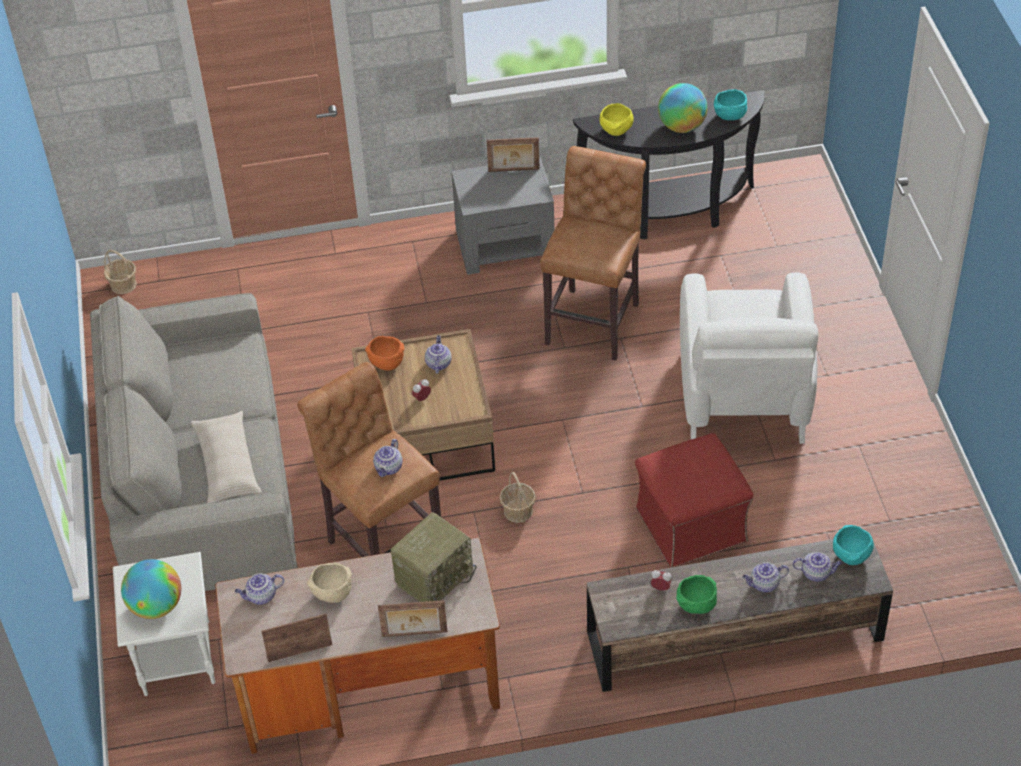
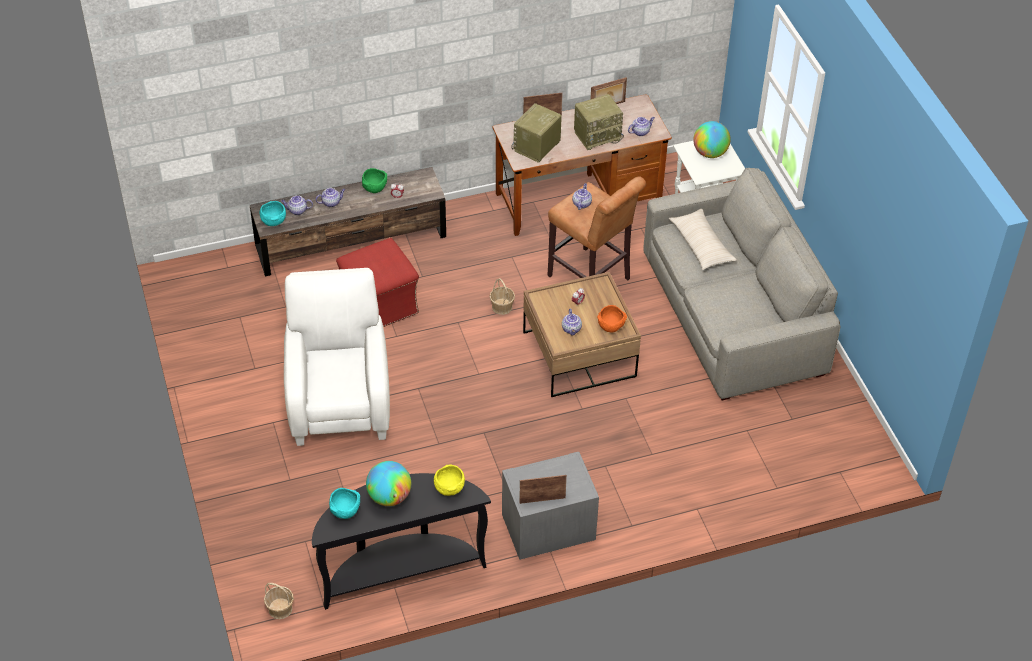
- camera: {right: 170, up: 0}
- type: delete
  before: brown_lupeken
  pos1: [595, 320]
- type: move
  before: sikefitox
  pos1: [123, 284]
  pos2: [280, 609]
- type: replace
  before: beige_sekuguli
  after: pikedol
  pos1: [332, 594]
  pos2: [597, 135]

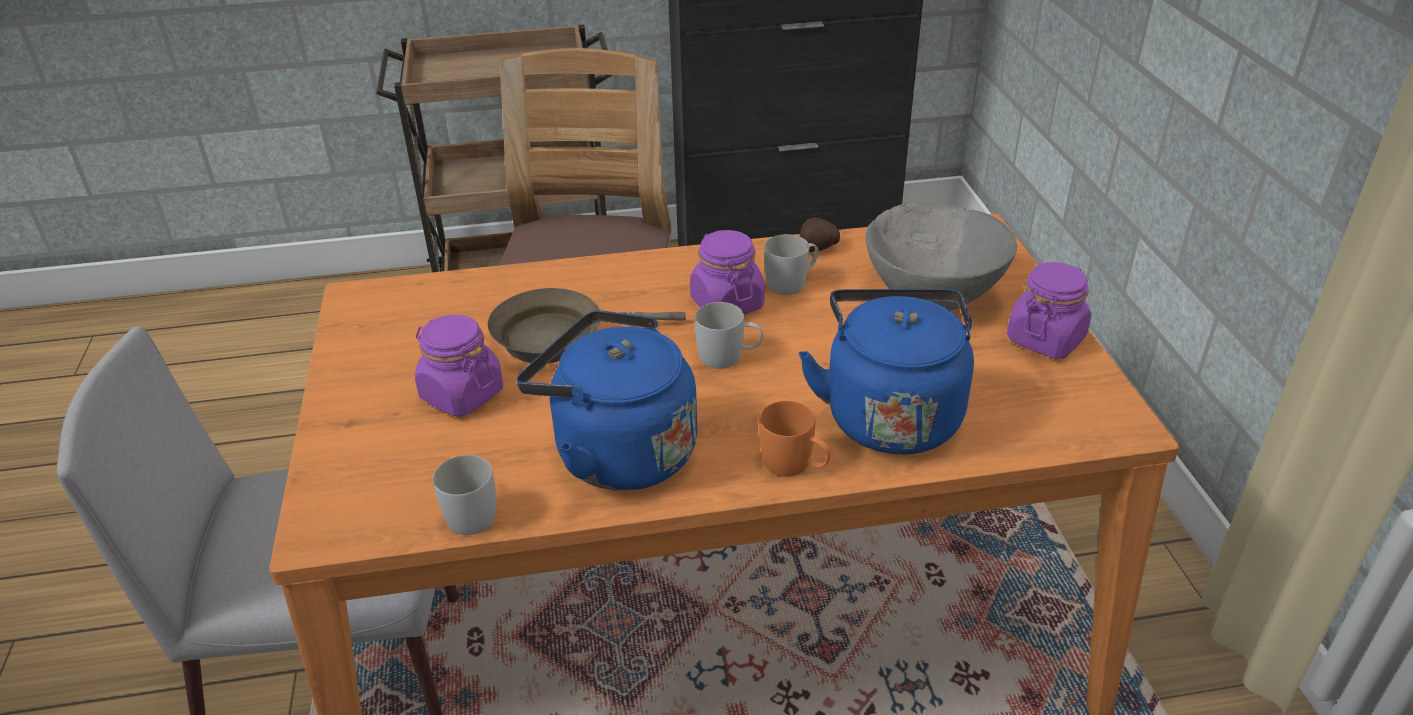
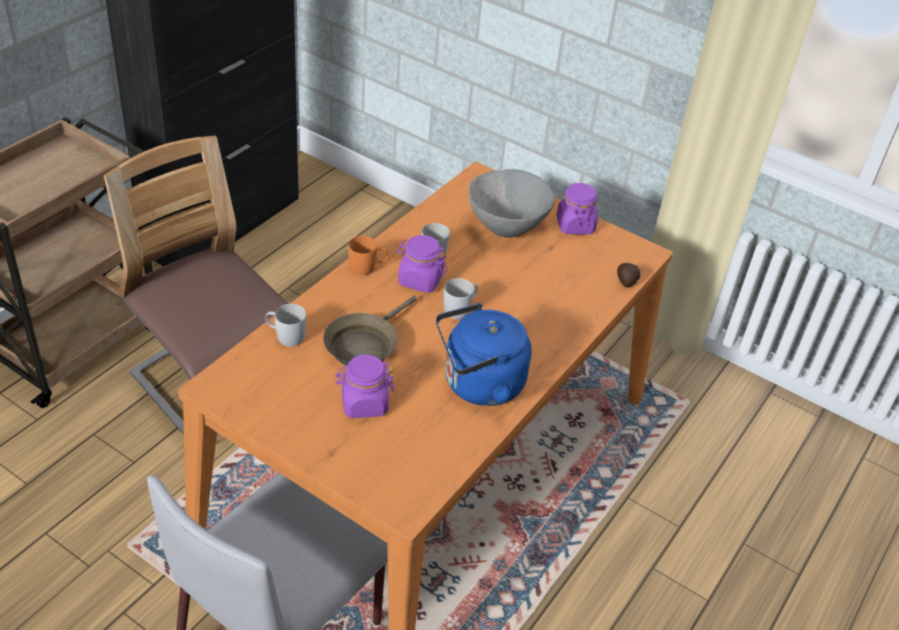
- camera: {right: -50, up: 5}
- type: move
  before: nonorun
  pos1: [817, 248]
  pos2: [626, 282]
- type: delete
  before: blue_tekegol
  pos1: [890, 414]
- type: move
  before: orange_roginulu
  pos1: [795, 466]
  pos2: [367, 268]
- type: move
  before: white_roginulu
  pos1: [469, 511]
  pos2: [285, 336]

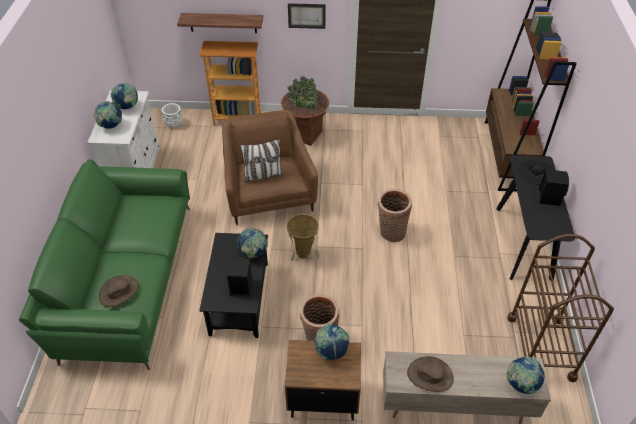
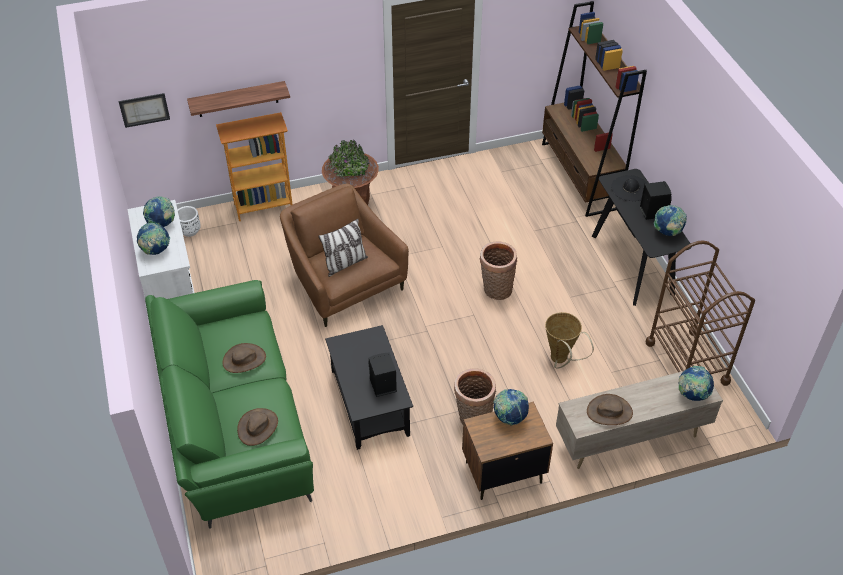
- camera: {right: -20, up: 0}
- type: move
  before: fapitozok
  pos1: [306, 15]
  pos2: [144, 110]
- type: move
  before: sikefitox
  pos1: [303, 256]
  pos2: [560, 360]
- type: move
  before: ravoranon
  pos1: [253, 253]
  pos2: [667, 232]
- type: insert
  after: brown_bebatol
  pos2: [244, 360]

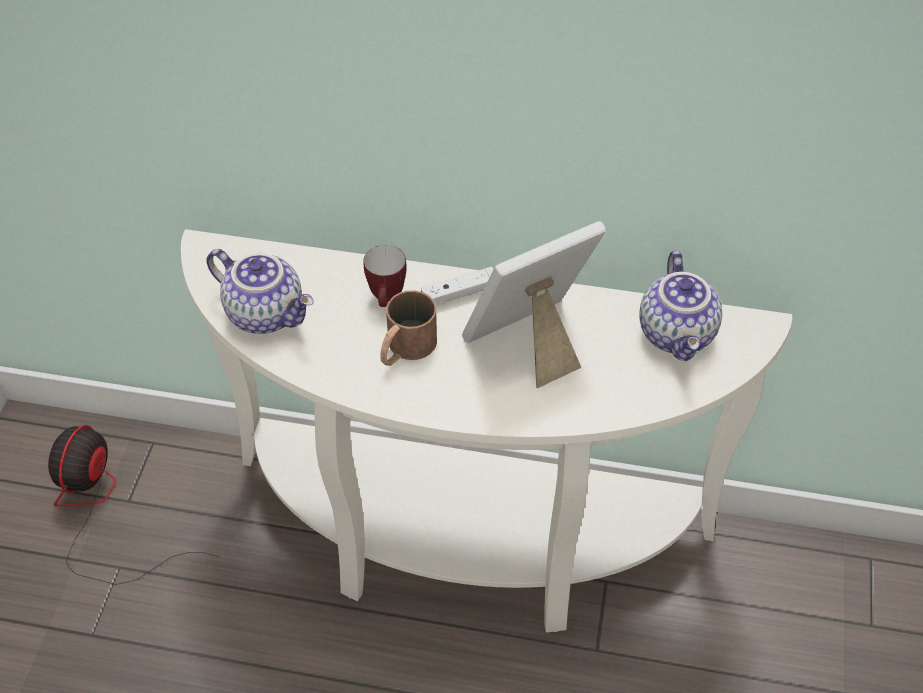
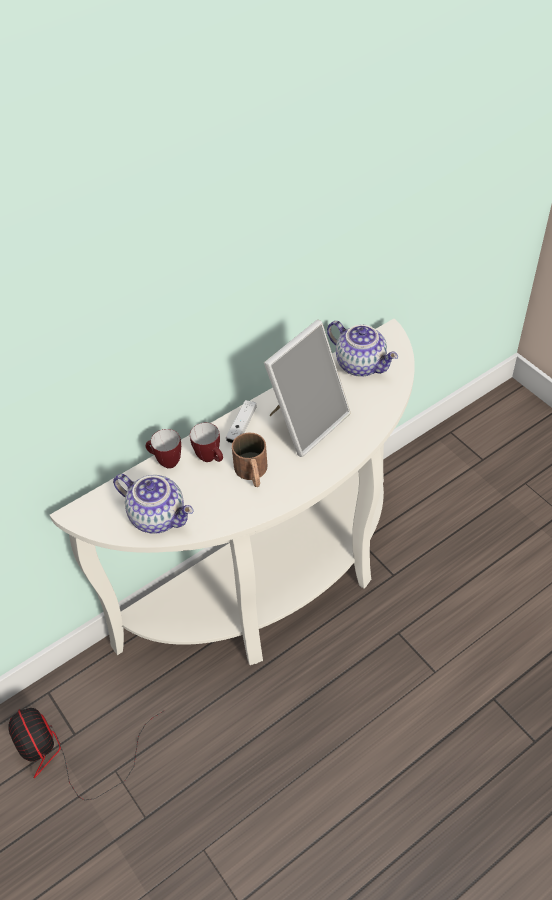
- camera: {right: -45, up: 0}
- type: rotate
  before: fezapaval
  pos1: [530, 344]
  pos2: [306, 422]
  turn: -150
- type: rotate
  before: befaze
  pos1: [267, 313]
  pos2: [159, 516]
  turn: 45
- type: insert
  after: roginulu
  pos2: [165, 462]

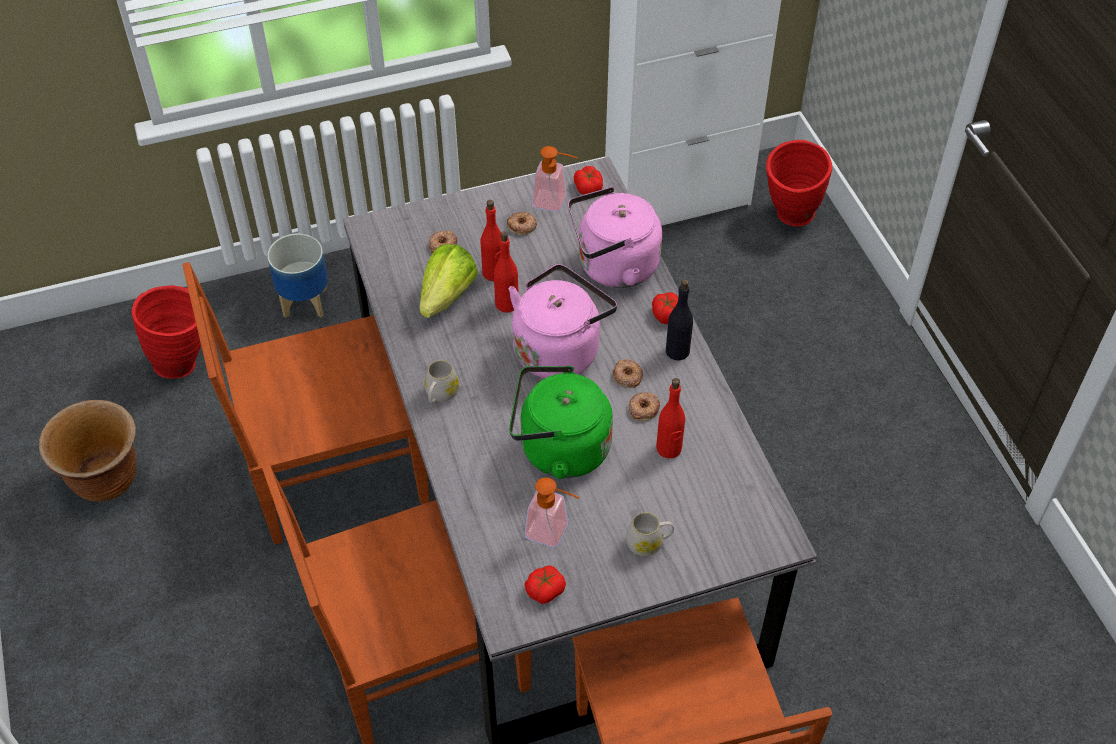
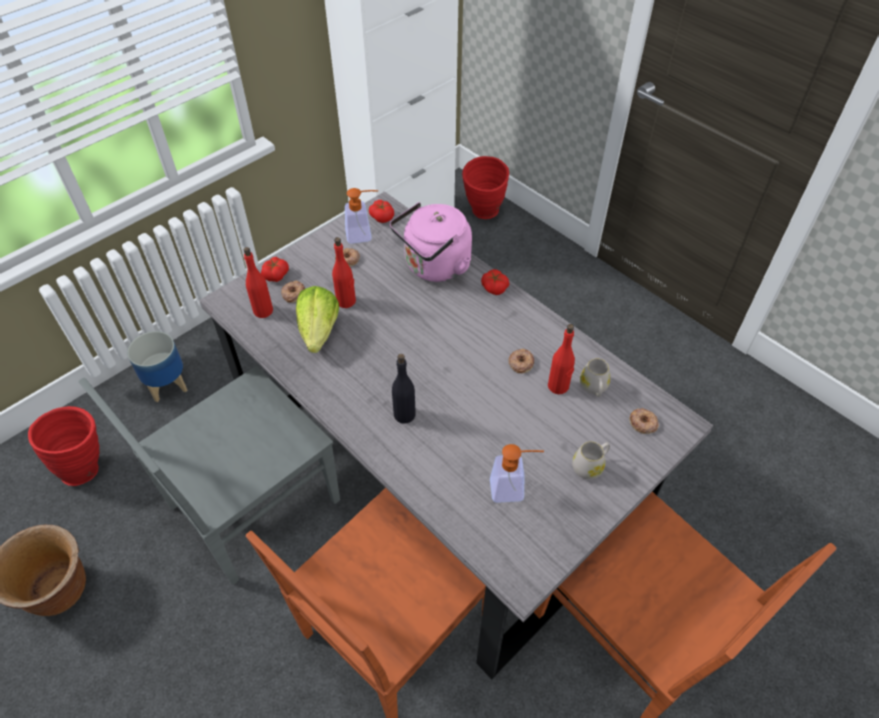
- camera: {right: -25, up: 0}
- type: move
  before: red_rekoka
  pos1: [506, 303]
  pos2: [263, 310]
- type: recolor
  before: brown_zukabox
  after: grey_zukabox
  pos1: [331, 470]
  pos2: [250, 506]
- type: delete
  before: pink_tekegol
  pos1: [559, 349]
- type: move
  before: black_rekoka
  pos1: [677, 351]
  pos2: [404, 414]
- type: move
  before: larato
  pos1: [627, 376]
  pos2: [643, 423]
- type: move
  before: white_roginulu
  pos1: [440, 395]
  pos2: [594, 388]
- type: delete
  before: green_tekegol
  pos1: [559, 449]
- type: move
  before: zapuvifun
  pos1: [545, 590]
  pos2: [276, 275]

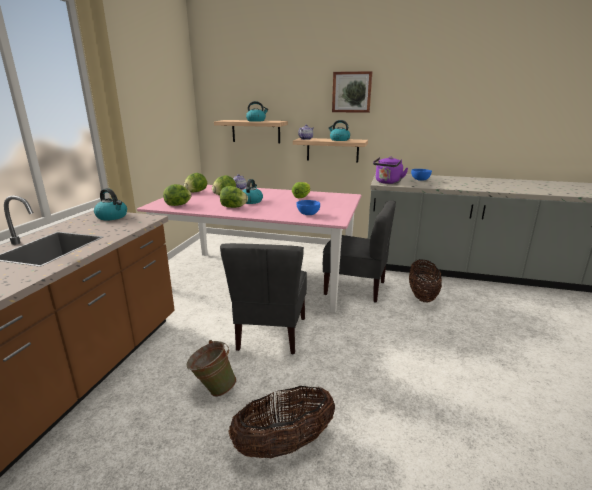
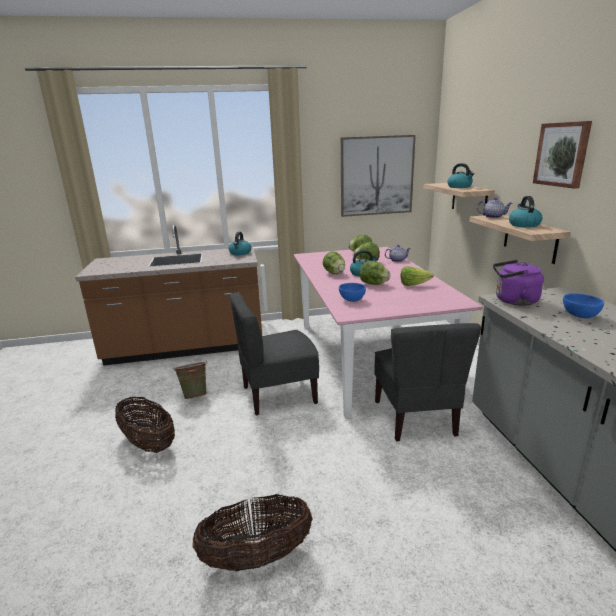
- camera: {right: 65, up: 0}
- type: move
  before: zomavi
  pos1: [178, 205]
  pos2: [374, 284]
- type: move
  before: sikefitox
  pos1: [422, 296]
  pos2: [256, 557]
- type: insert
  after: fapitozok
  pos2: [376, 176]

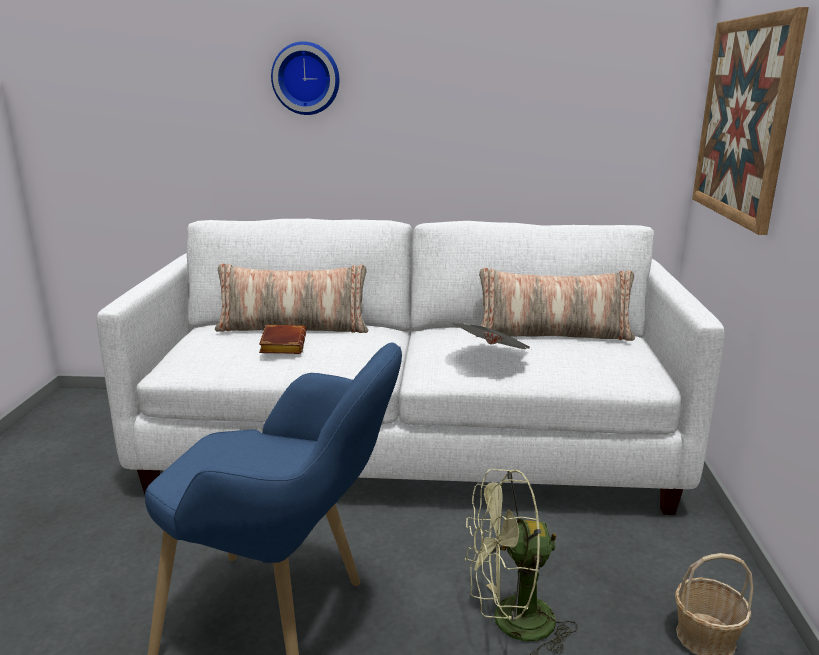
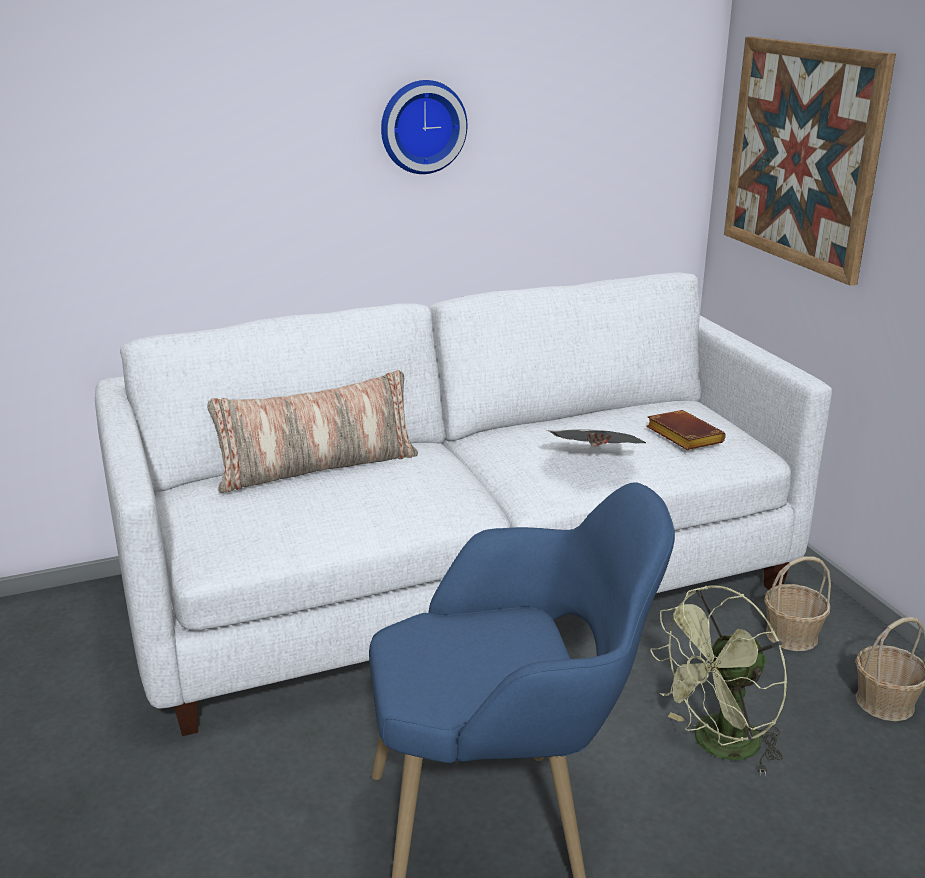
- camera: {right: -25, up: 5}
- type: move
  before: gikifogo
  pos1: [306, 78]
  pos2: [421, 126]
- type: delete
  before: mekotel
  pos1: [553, 334]
- type: move
  before: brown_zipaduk
  pos1: [281, 344]
  pos2: [681, 436]
- type: insert
  after: sikefitox
  pos2: [791, 635]

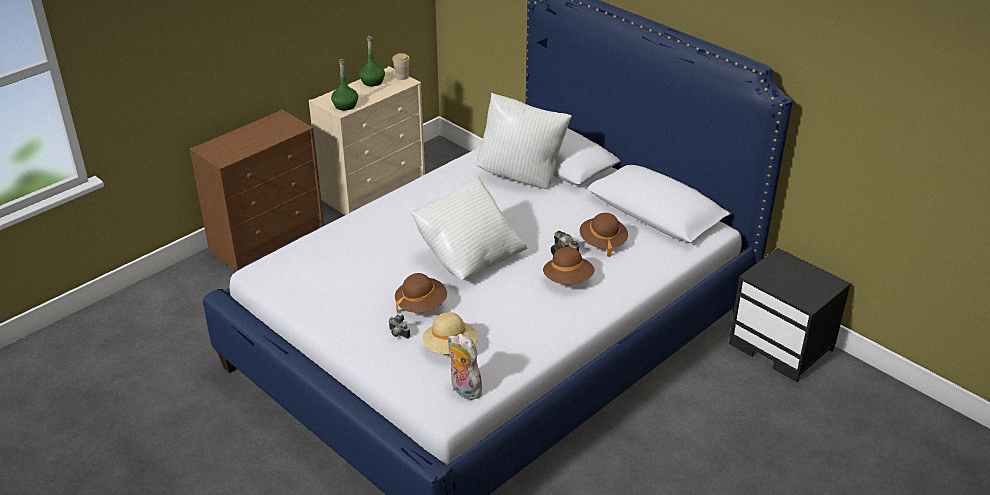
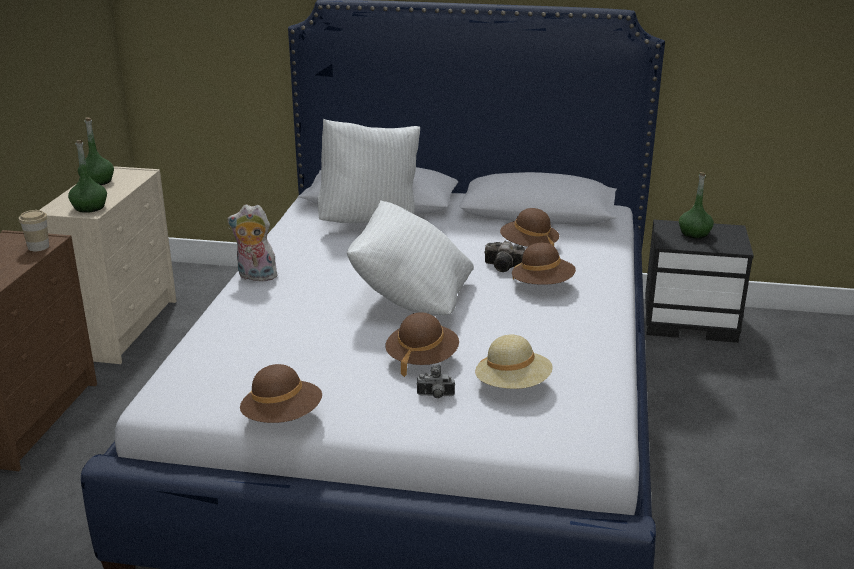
- camera: {right: -35, up: -10}
- type: move
  before: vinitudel
  pos1: [401, 77]
  pos2: [38, 247]
- type: move
  before: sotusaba
  pos1: [463, 389]
  pos2: [255, 277]
- type: insert
  after: green_rekoka
  pos2: [694, 233]
- type: insert
  after: brown_bebatol
  pos2: [282, 418]

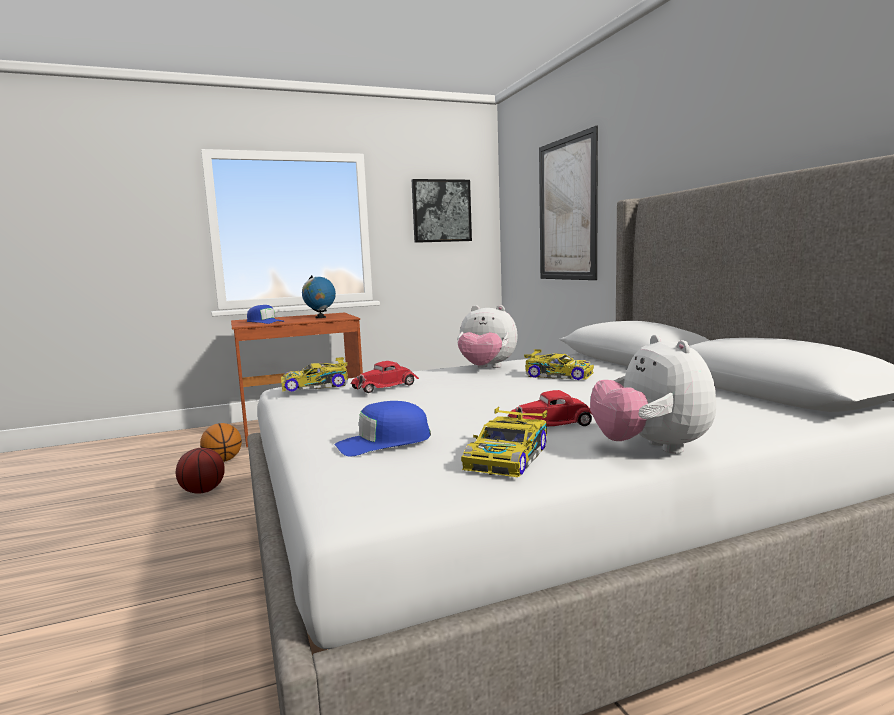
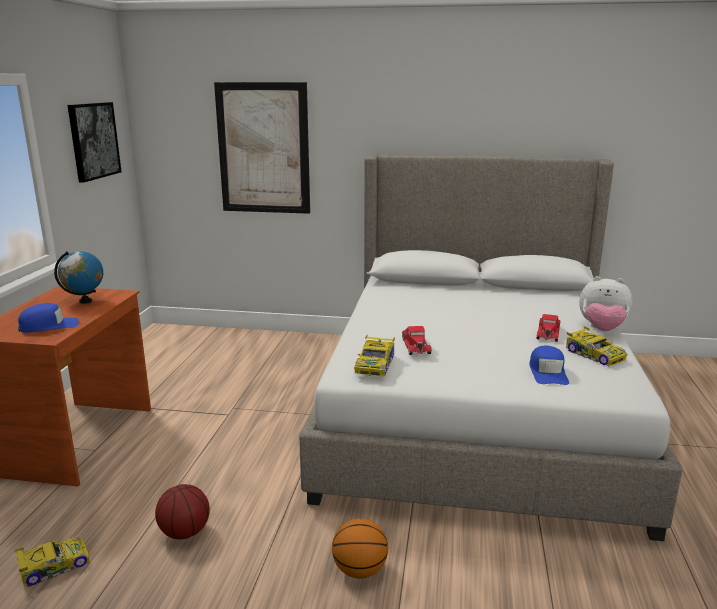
- camera: {right: -60, up: 10}
- type: delete
  before: sotusaba
  pos1: [486, 368]
- type: move
  before: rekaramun
  pos1: [558, 375]
  pos2: [53, 566]
- type: move
  before: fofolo
  pos1: [223, 460]
  pos2: [359, 570]

